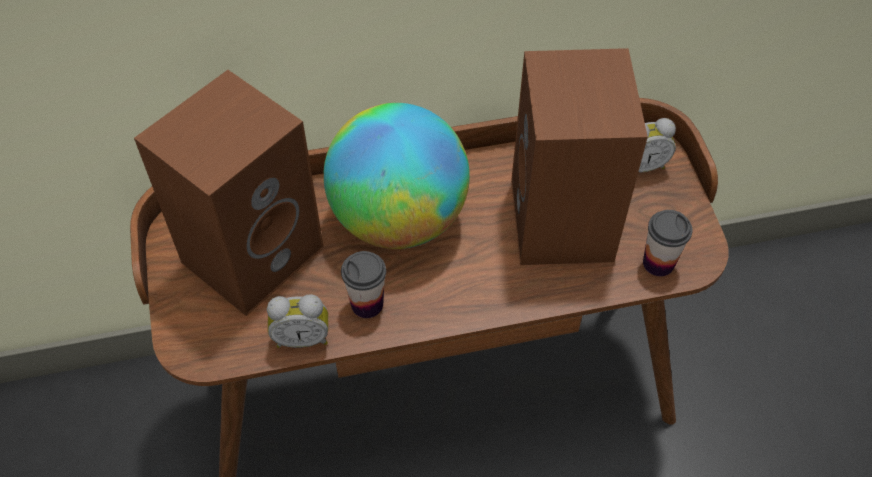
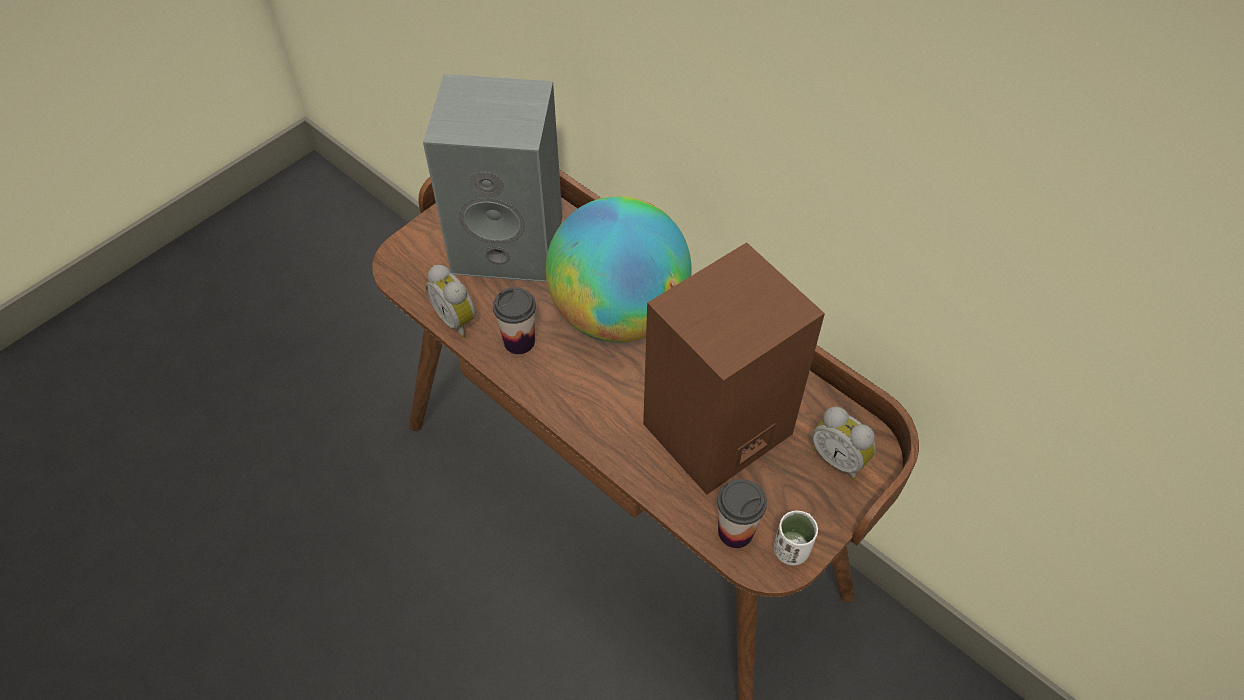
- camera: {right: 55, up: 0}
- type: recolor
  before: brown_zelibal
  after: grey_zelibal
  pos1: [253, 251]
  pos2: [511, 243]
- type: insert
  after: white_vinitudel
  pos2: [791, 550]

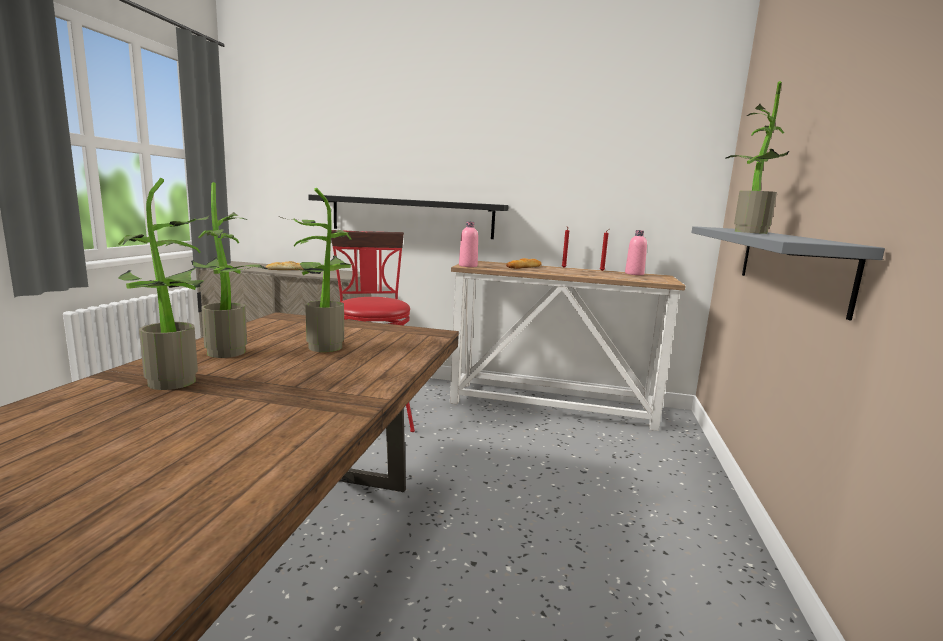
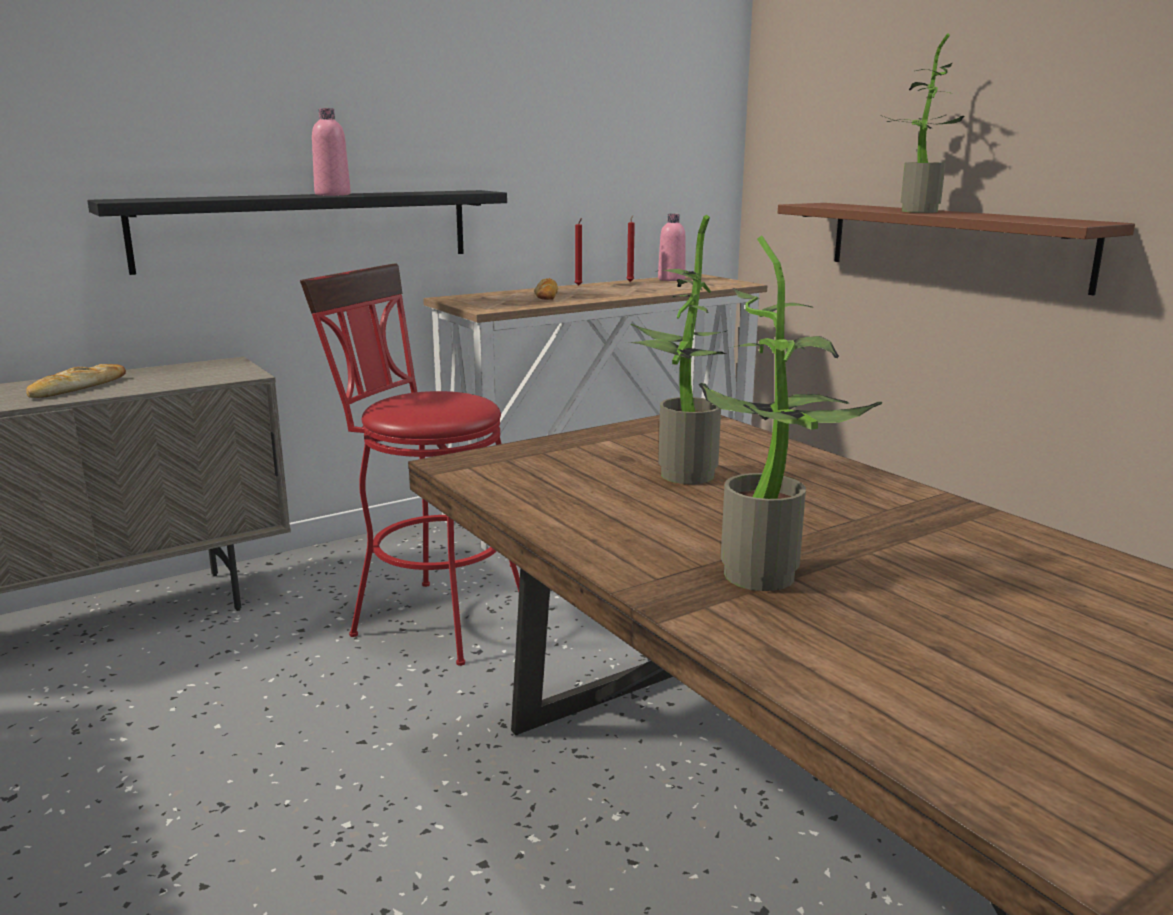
- camera: {right: -45, up: 5}
- type: delete
  before: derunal
  pos1: [232, 352]
- type: move
  before: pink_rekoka
  pos1: [468, 266]
  pos2: [332, 194]
- type: recolor
  before: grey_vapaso
  after: brown_vapaso
  pos1: [789, 264]
  pos2: [953, 244]

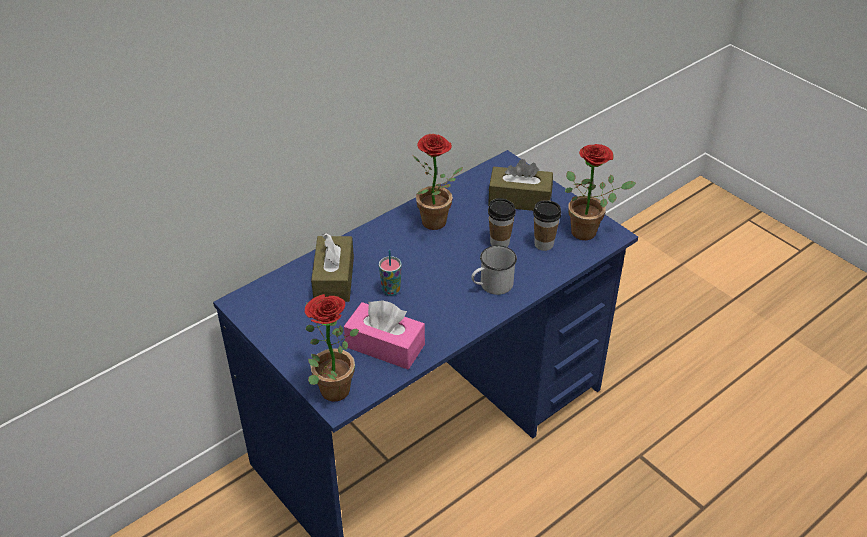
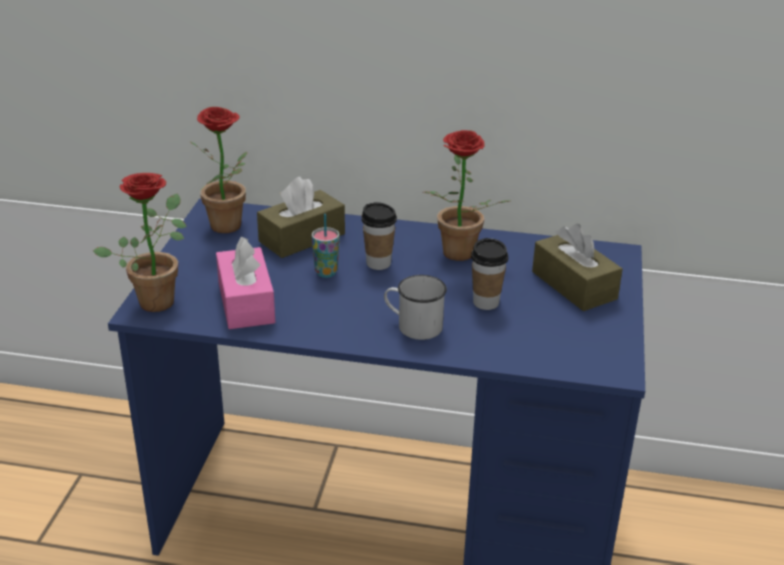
- camera: {right: 50, up: -10}
- type: move
  before: derunal
  pos1: [589, 231]
  pos2: [230, 228]
- type: move
  before: vinitudel
  pos1: [543, 244]
  pos2: [378, 263]

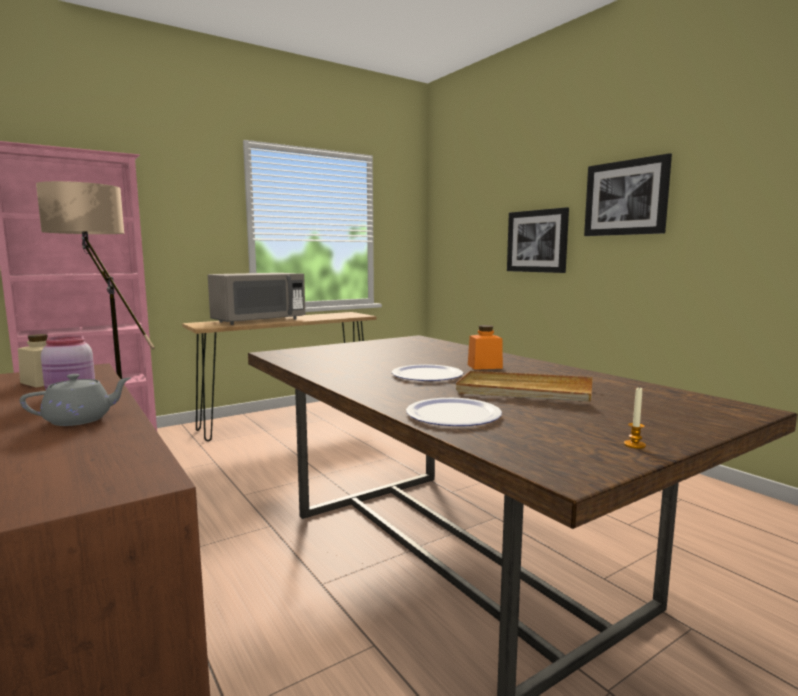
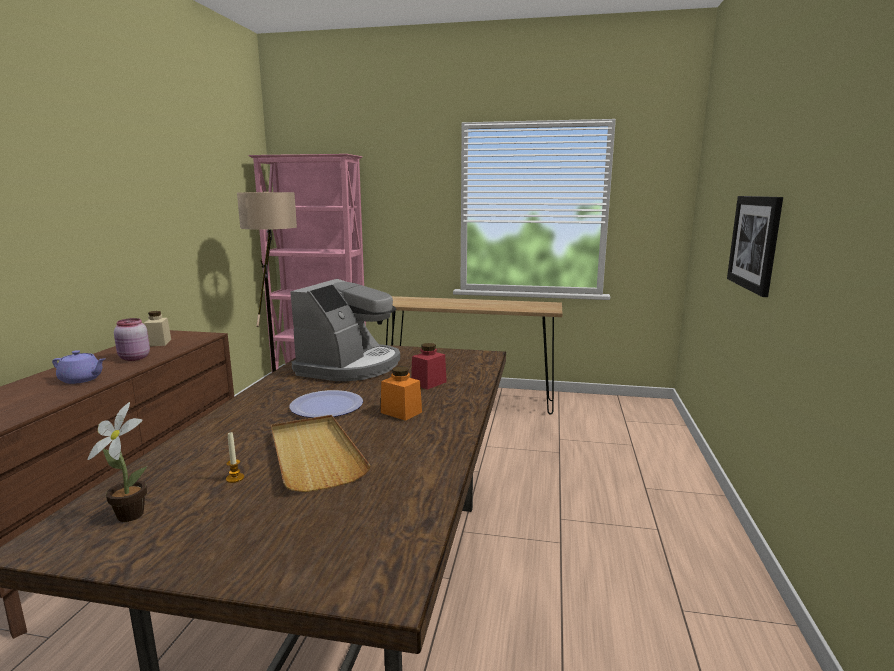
- camera: {right: 45, up: 5}
- type: delete
  before: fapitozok
  pos1: [626, 198]
- type: delete
  before: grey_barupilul
  pos1: [258, 321]
- type: recolor
  before: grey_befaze
  after: purple_befaze
  pos1: [80, 420]
  pos2: [82, 379]
- type: move
  before: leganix
  pos1: [634, 445]
  pos2: [235, 478]
- type: delete
  before: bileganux
  pos1: [453, 414]
- type: insert
  after: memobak
  pos2: [350, 366]
- type: insert
  after: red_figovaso
  pos2: [428, 383]
- type: insert
  after: derunal
  pos2: [129, 513]

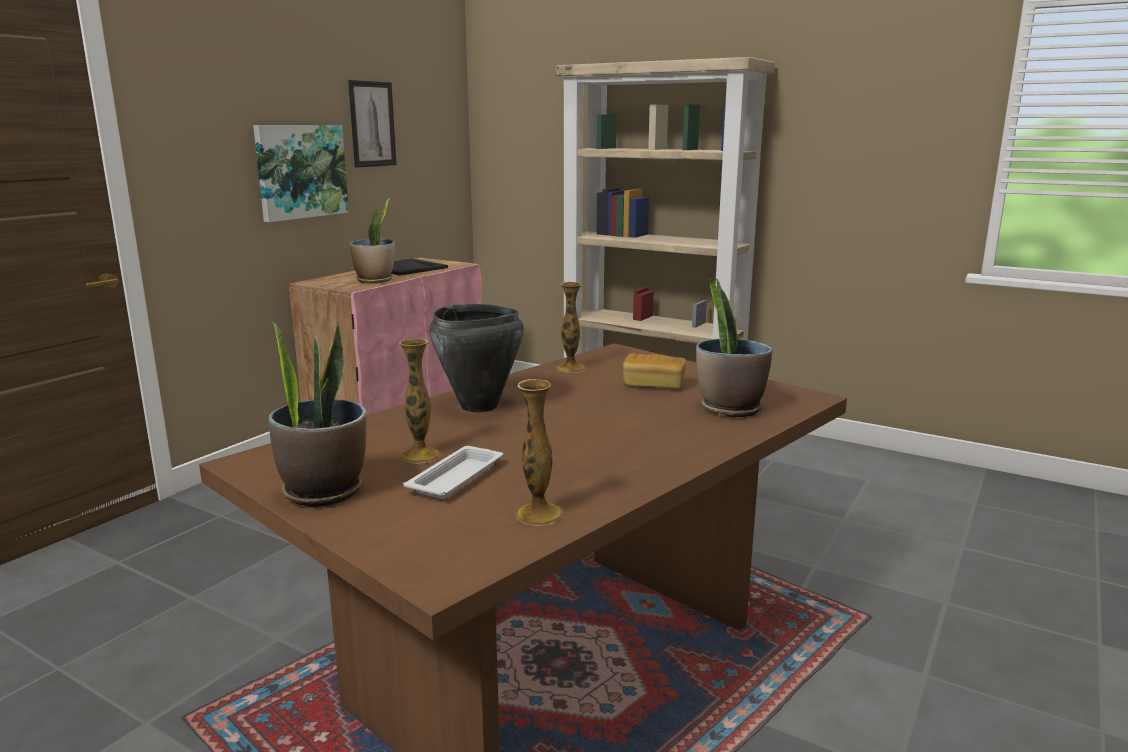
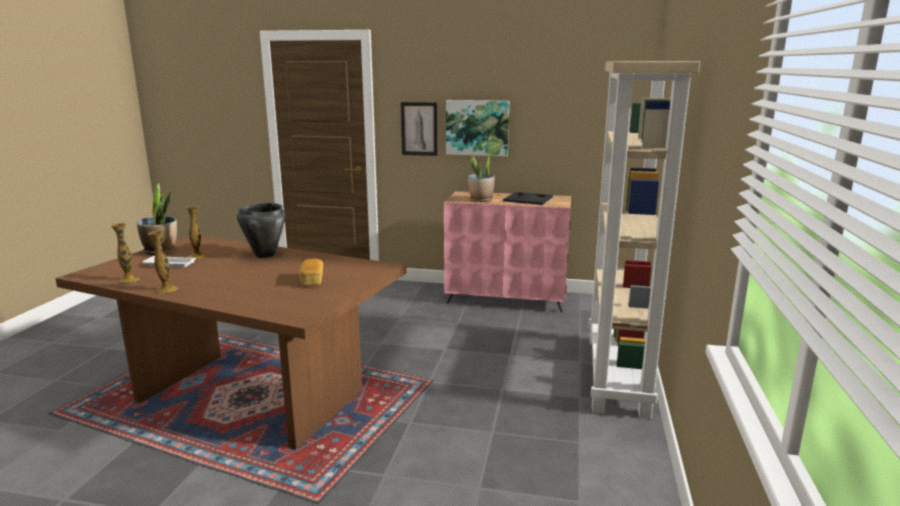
- camera: {right: 70, up: 0}
- type: move
  before: fapitozok
  pos1: [372, 124]
  pos2: [419, 129]
- type: delete
  before: derunal
  pos1: [729, 409]
- type: move
  before: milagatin
  pos1: [570, 368]
  pos2: [166, 289]

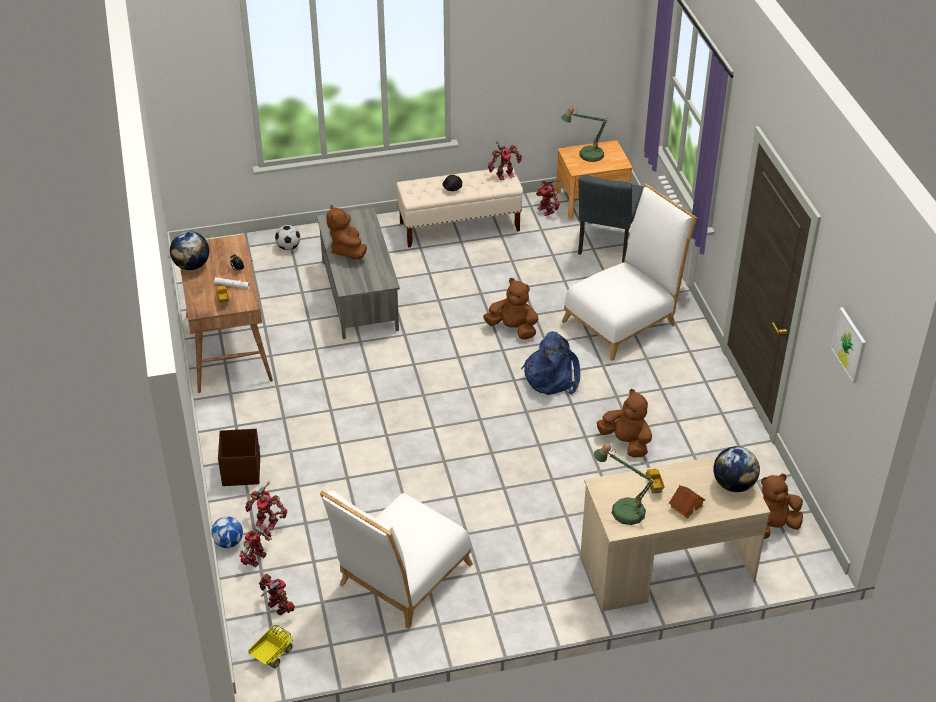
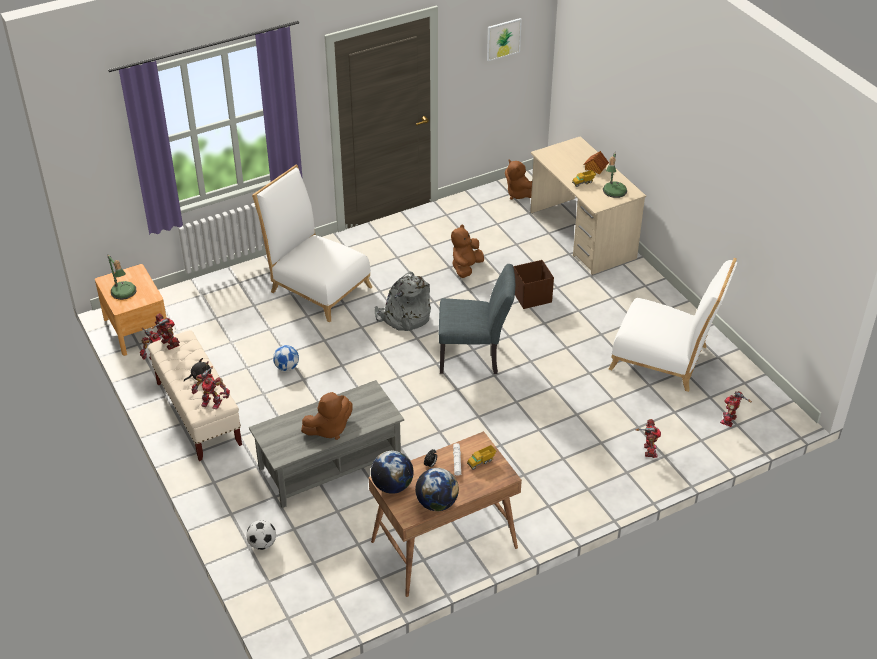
- camera: {right: -105, up: 0}
- type: move
  before: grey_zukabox
  pos1: [606, 245]
  pos2: [475, 357]
- type: delete
  before: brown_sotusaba
  pos1: [513, 329]
- type: recolor
  before: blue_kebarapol
  after: grey_kebarapol
  pos1: [552, 376]
  pos2: [404, 317]
- type: move
  before: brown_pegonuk
  pos1: [242, 471]
  pos2: [531, 297]
- type: move
  before: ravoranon
  pos1: [733, 484]
  pos2: [392, 486]
- type: move
  before: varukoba
  pos1: [228, 542]
  pos2: [287, 367]
- type: move
  before: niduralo
  pos1: [257, 559]
  pos2: [212, 402]
- type: delete
  before: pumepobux
  pos1: [272, 655]

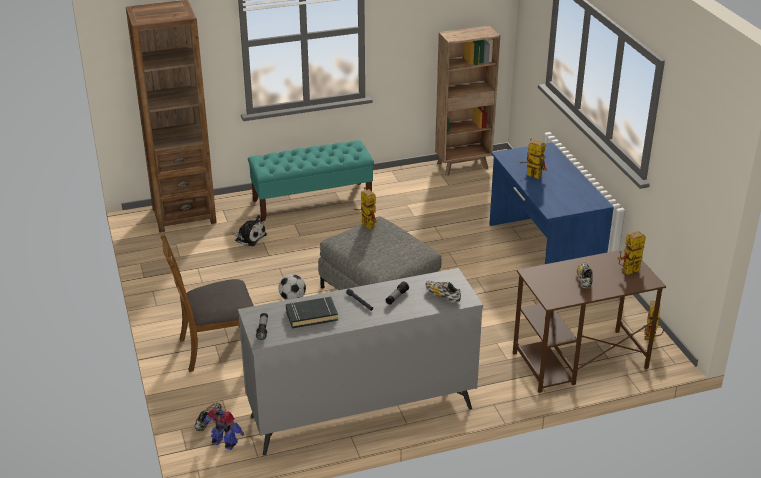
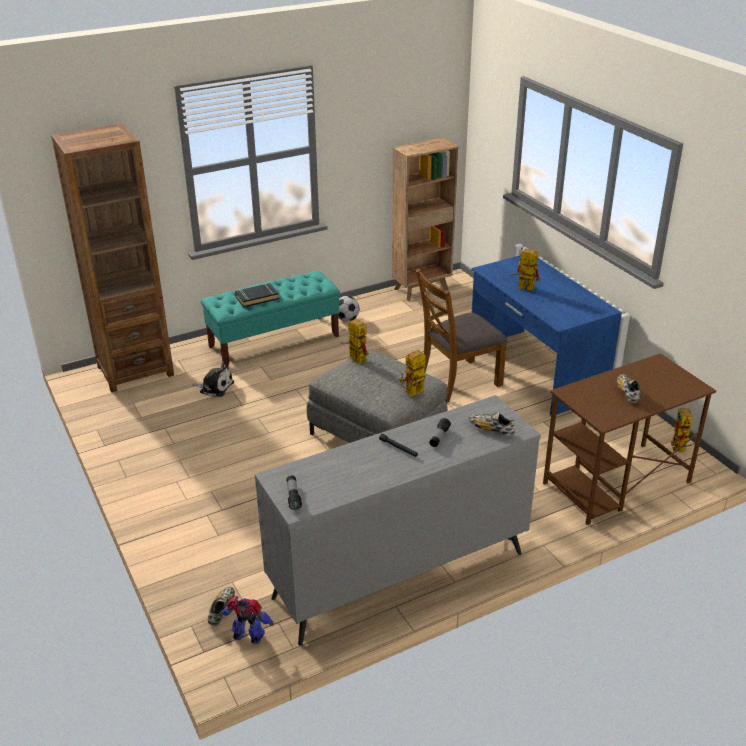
- camera: {right: -10, up: 0}
- type: move
  before: niduralo
  pos1: [628, 272]
  pos2: [412, 393]
- type: move
  before: brown_zukabox
  pos1: [217, 348]
  pos2: [458, 380]
- type: move
  before: varukoba
  pos1: [292, 299]
  pos2: [346, 319]
- type: move
  before: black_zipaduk
  pos1: [311, 315]
  pos2: [257, 298]

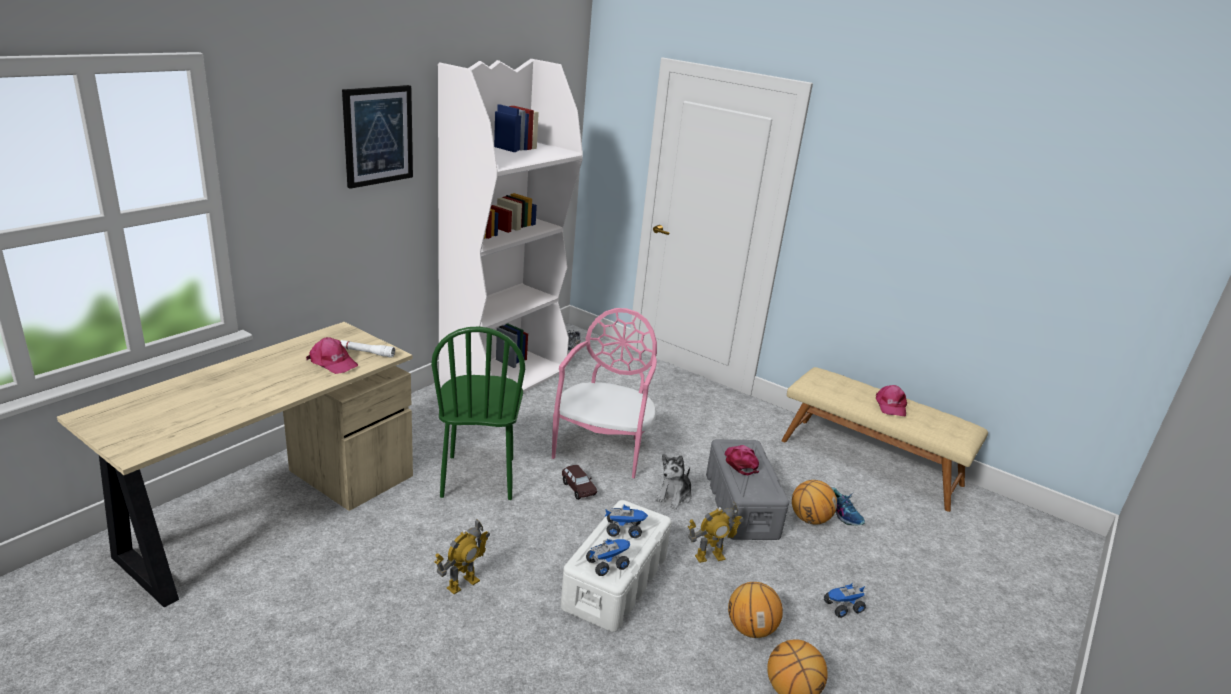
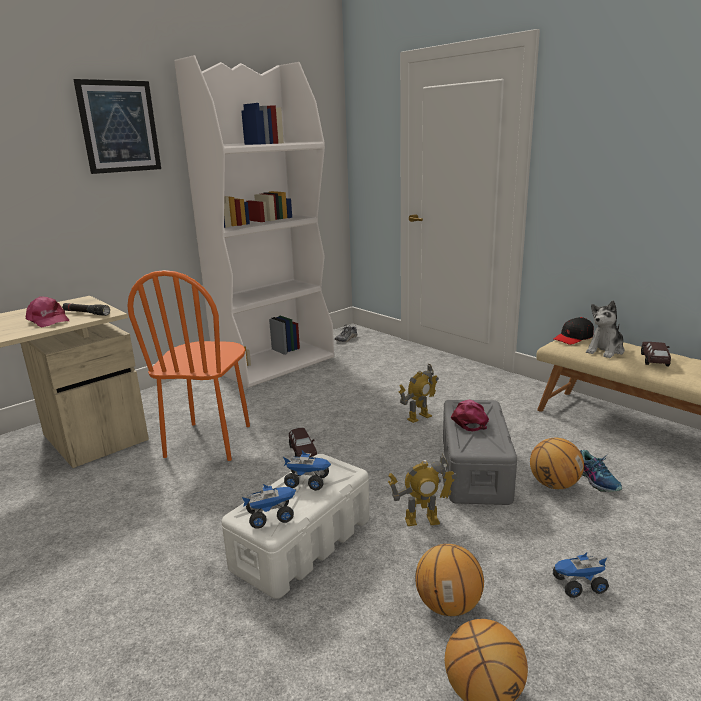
- camera: {right: 15, up: -5}
- type: delete
  before: pink_zukabox
  pos1: [603, 449]
- type: recolor
  before: green_zukabox
  after: orange_zukabox
  pos1: [479, 477]
  pos2: [209, 441]
- type: recolor
  before: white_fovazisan
  after: black_fovazisan
  pos1: [366, 353]
  pos2: [86, 313]
- type: replace
  before: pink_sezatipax
  after: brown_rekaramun
  pos1: [890, 406]
  pos2: [654, 360]
- type: move
  before: sotusaba
  pos1: [674, 496]
  pos2: [605, 350]
- type: move
  before: niduralo
  pos1: [462, 584]
  pos2: [419, 417]
- type: insert
  after: black_sezatipax
  pos2: [573, 338]

